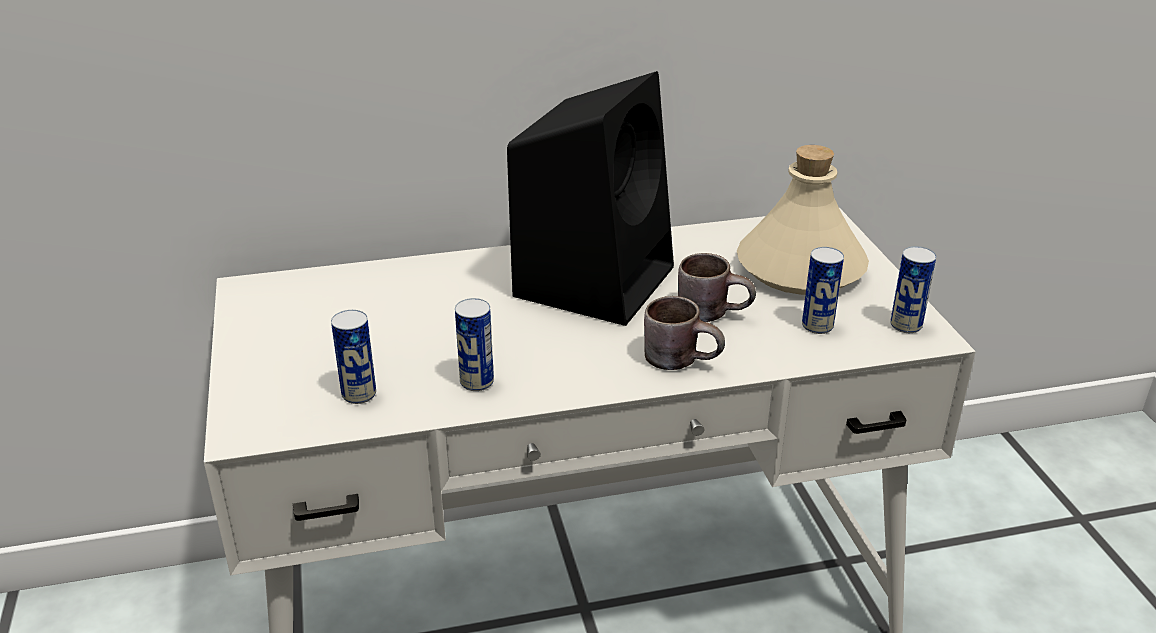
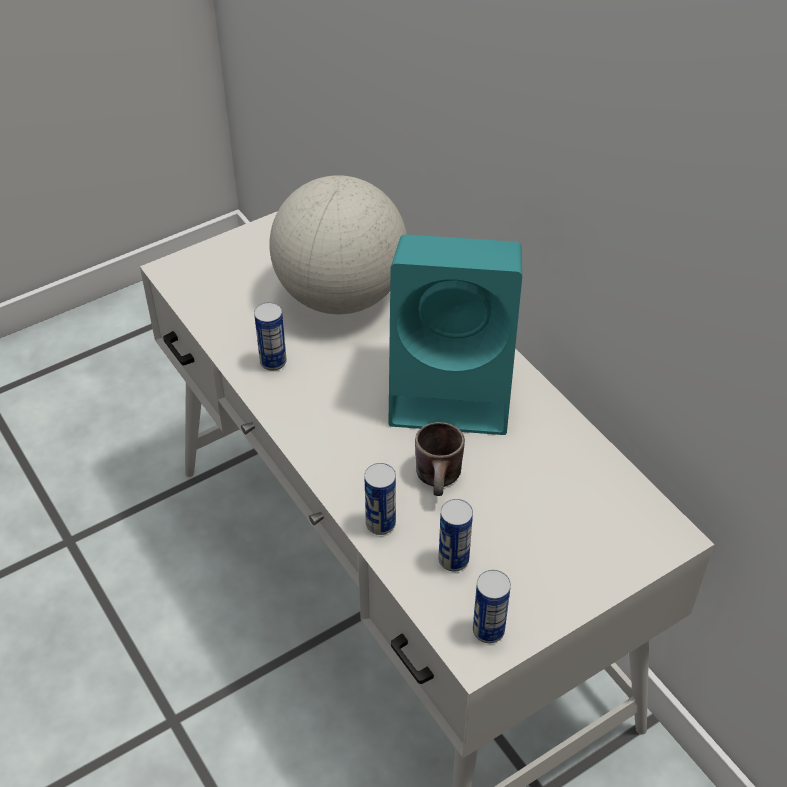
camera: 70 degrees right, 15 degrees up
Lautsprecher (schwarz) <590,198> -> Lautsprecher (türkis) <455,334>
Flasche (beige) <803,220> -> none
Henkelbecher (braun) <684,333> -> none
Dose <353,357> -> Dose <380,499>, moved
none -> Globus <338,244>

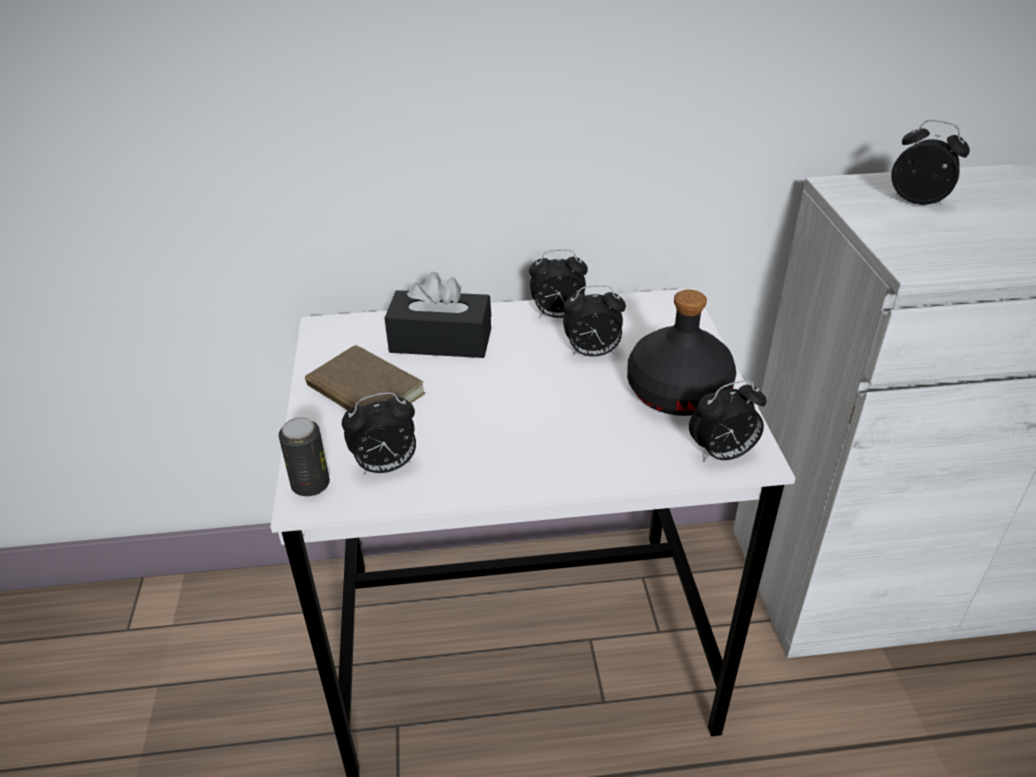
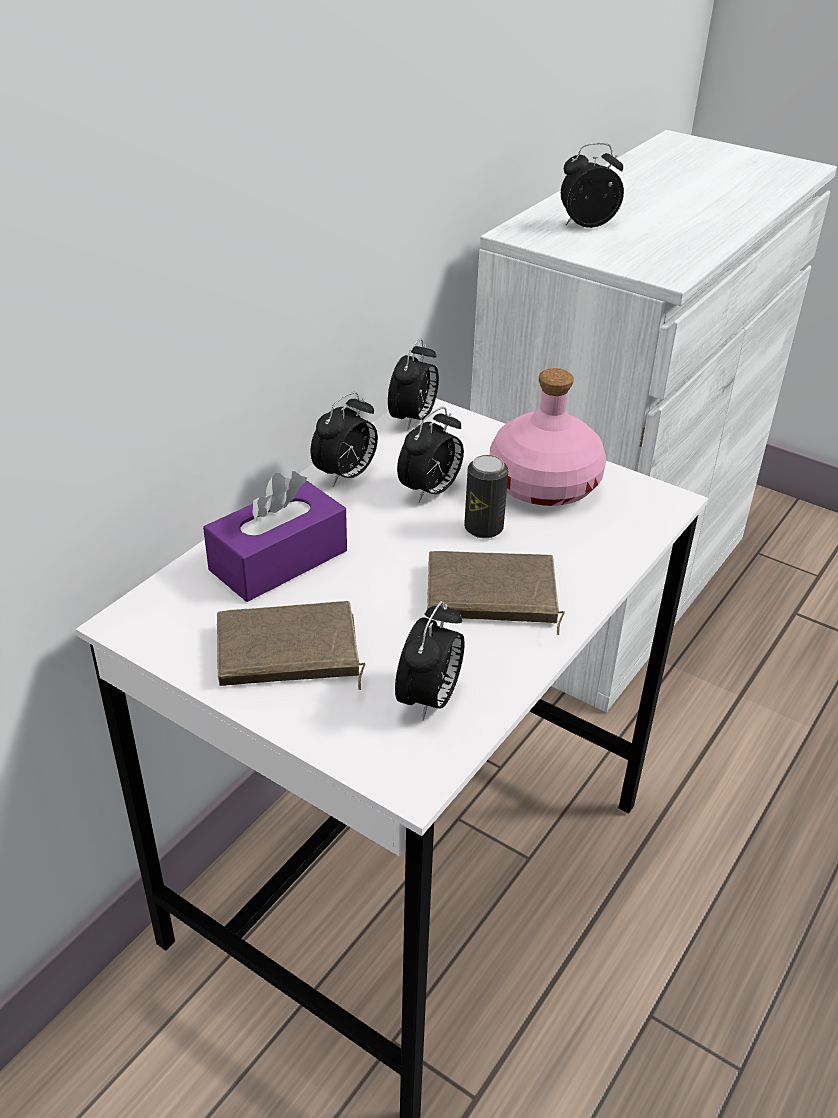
camera: 50 degrees left, 0 degrees up
Taschentuchbox (schwarz) <438,314> -> Taschentuchbox (lila) <275,536>
Flasche (schwarz) <681,352> -> Flasche (rosa) <548,437>
Wecker <728,421> -> Wecker <413,384>, moved
Dose <304,456> -> Dose <486,496>, moved
none -> Buch (braun) <496,593>

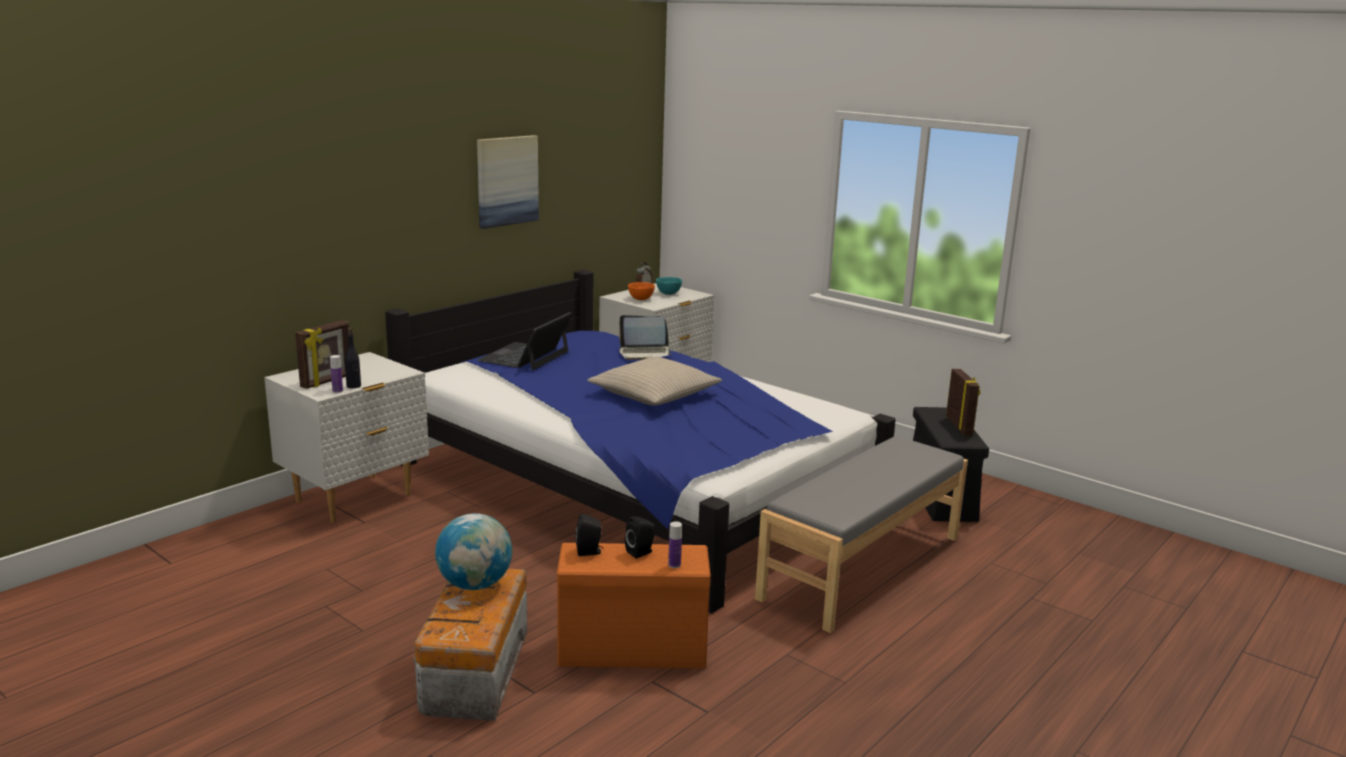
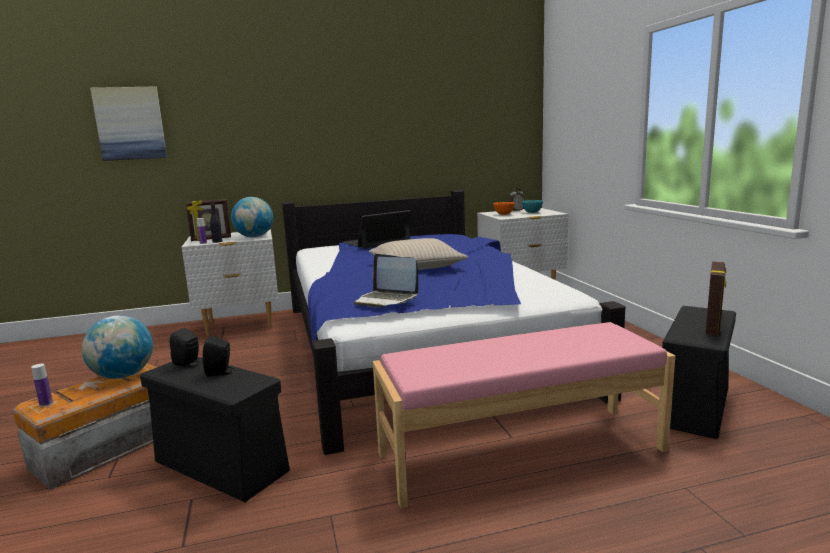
camera: 35 degrees right, 5 degrees down
Bild <508,182> -> Bild <128,124>, moved
Laptop <645,337> -> Laptop <386,280>, moved
Bank (grau) <861,534> -> Bank (rosa) <524,415>
Flasche <675,545> -> Flasche <42,385>, moved
Aufbewahrungsbox (orange) <634,606> -> Aufbewahrungsbox (schwarz) <215,429>
none -> Globus <252,217>

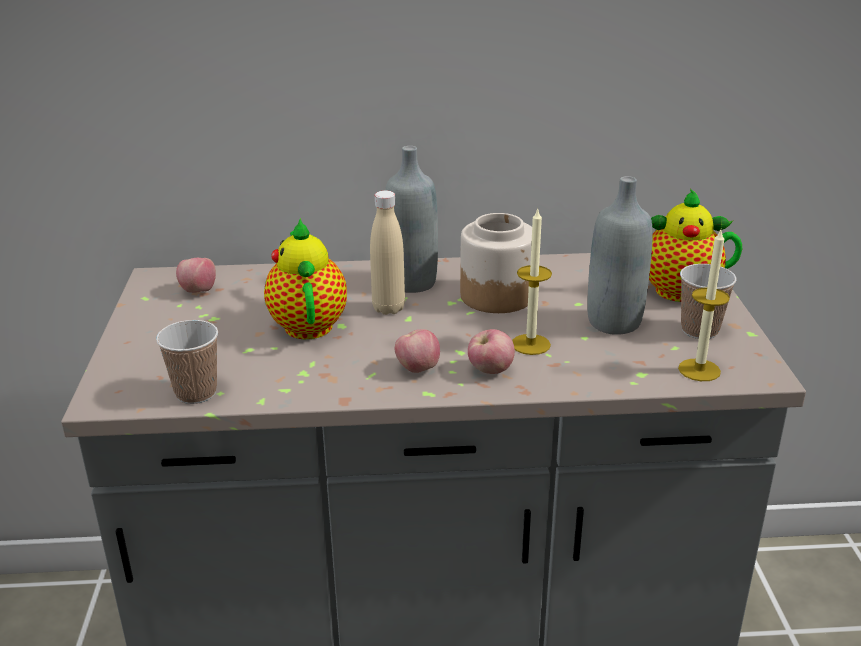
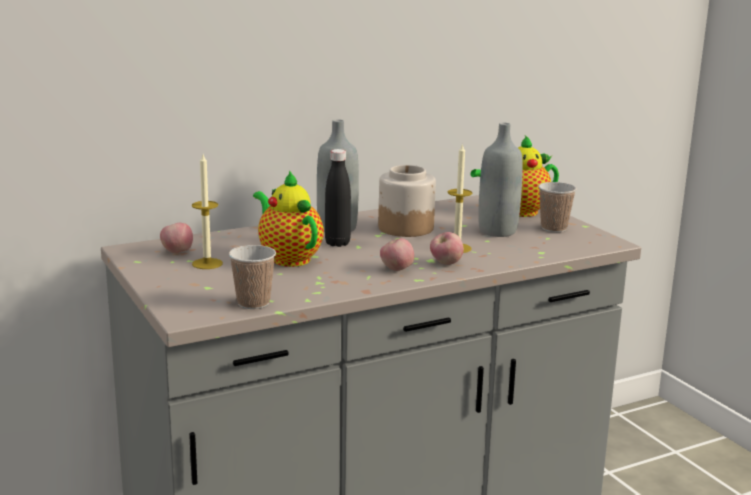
camera: 25 degrees left, 10 degrees down
Flasche (beige) <387,252> -> Flasche (schwarz) <338,198>
Kerze <704,305> -> Kerze <207,211>, moved

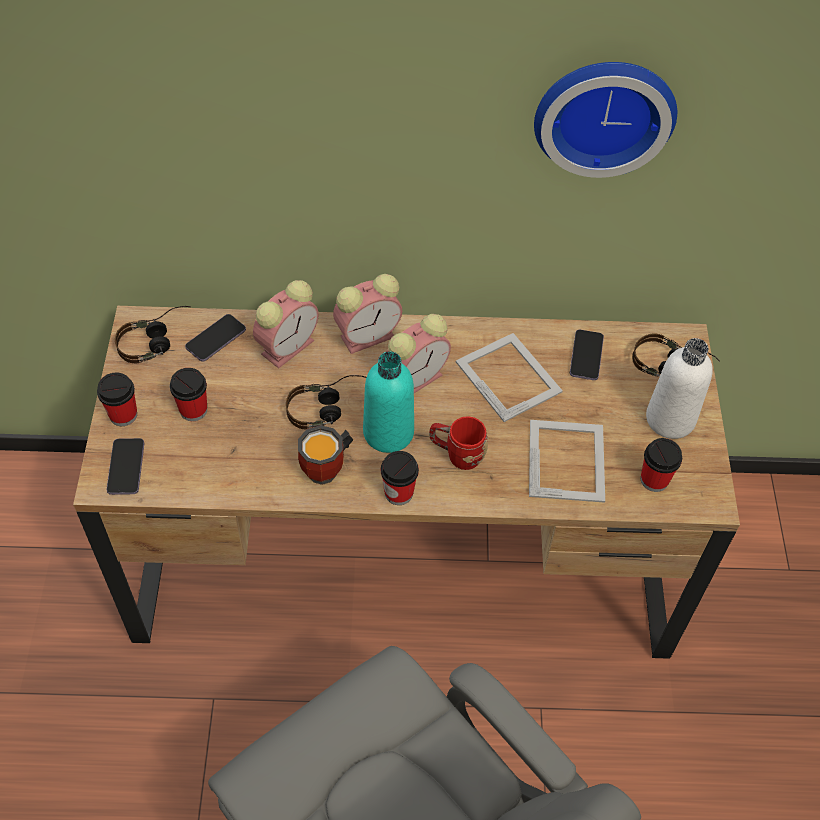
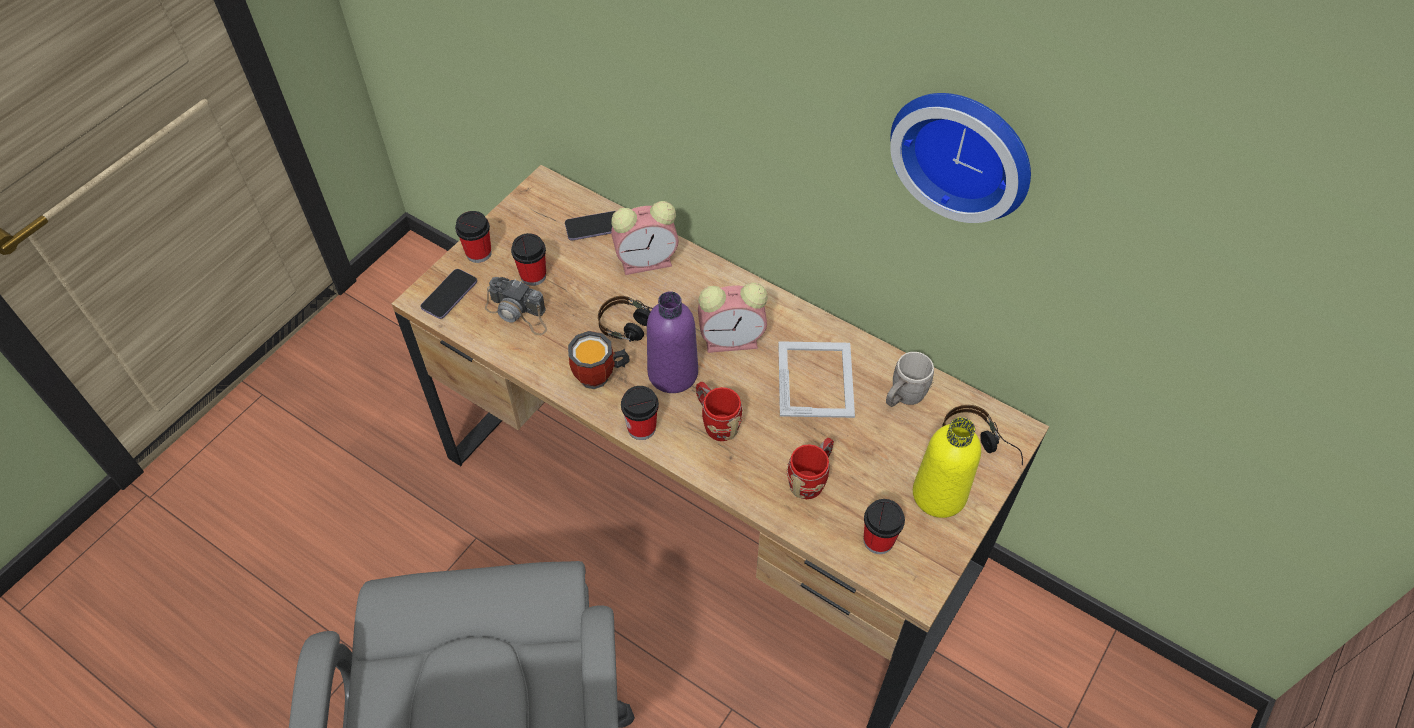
camera: 35 degrees right, 0 degrees up
Wecker <367,314> -> none
Kopfhörer <153,334> -> none
Handy <587,355> -> Henkelbecher (grau) <910,379>
Flasche (weiß) <679,388> -> Flasche (gelb) <947,467>
Flasche (türkis) <388,402> -> Flasche (lila) <672,342>
Bilderrahmen <567,461> -> Henkelbecher (rot) <810,468>
none -> Kamera <516,306>

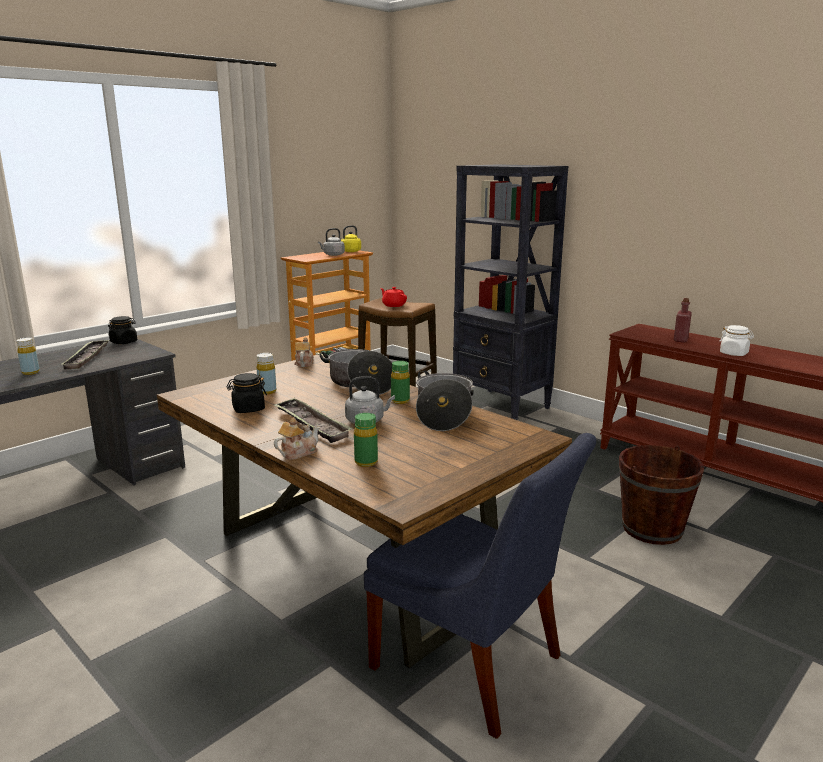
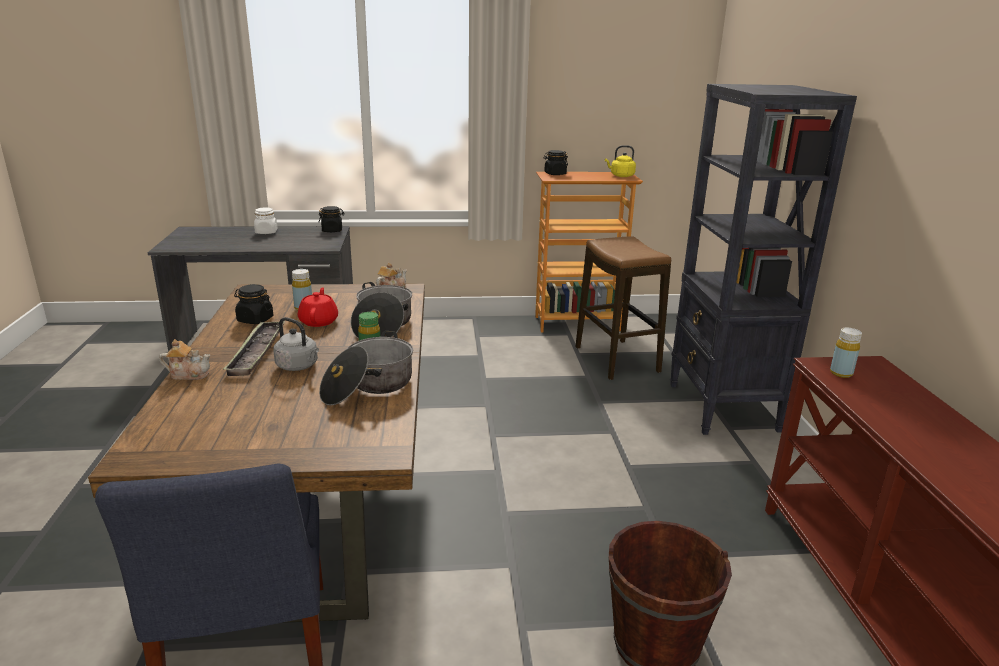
camera: 40 degrees right, 5 degrees up
Wasserkessel (grau) <331,242> -> none
Teekanne (rot) <393,297> -> Teekanne (rot) <318,307>, moved
Flasche (rot) <683,320> -> none
Vorratsglas (weiß) <737,340> -> Vorratsglas (weiß) <265,220>, moved
Flasche (gelb) <28,356> -> Flasche (gelb) <846,353>, moved
Tablett <85,355> -> none
Flasche (grün) <366,440> -> none
none -> Vorratsglas (schwarz) <555,162>

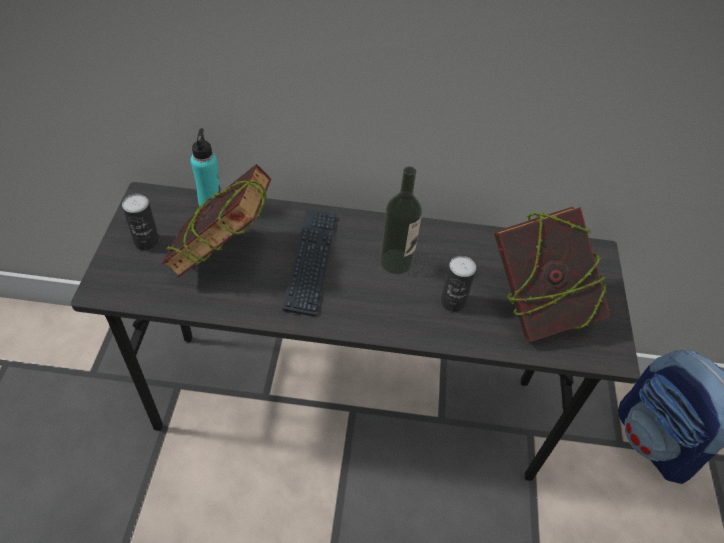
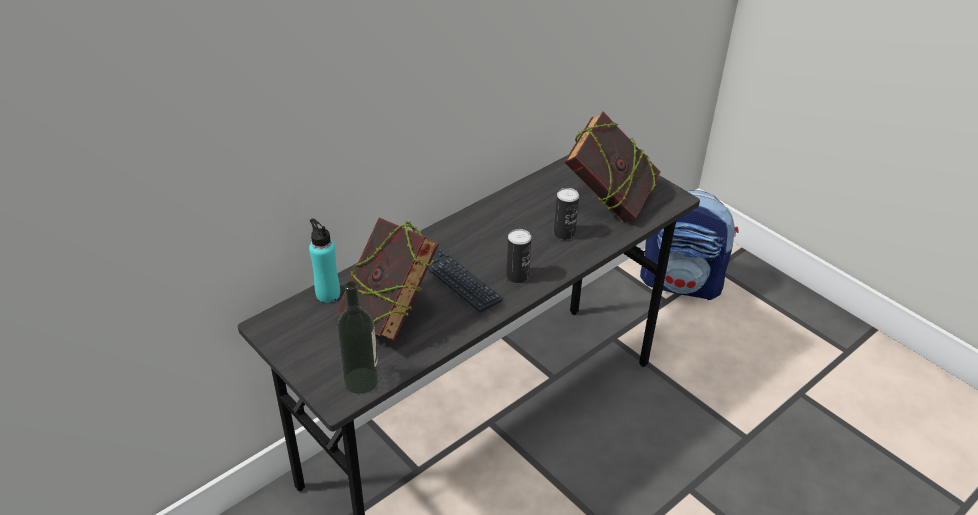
camera: 45 degrees left, 10 degrees down
Flasche <401,220> -> Flasche <358,337>, moved
Dose <140,222> -> Dose <519,256>, moved

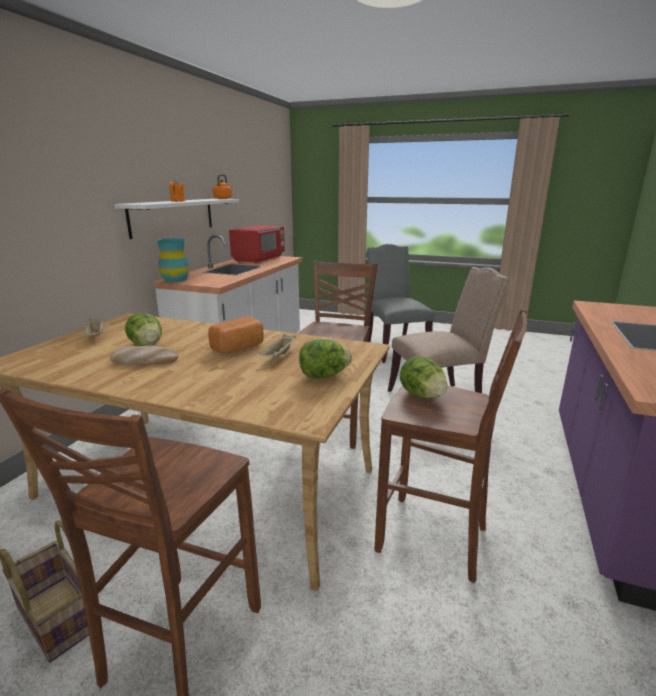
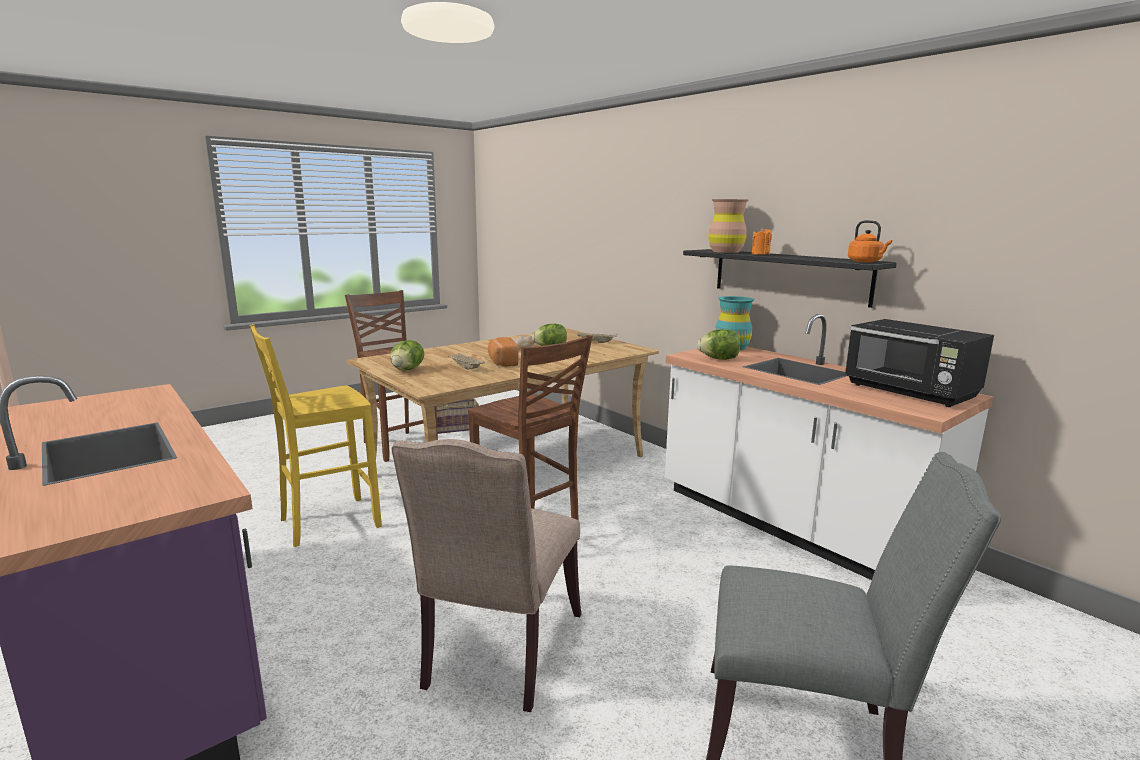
camera: 120 degrees right, 5 degrees down
Wandregal (weiß) <176,219> -> Wandregal (schwarz) <790,278>
Mikrowelle (rot) <257,244> -> Mikrowelle (schwarz) <919,363>
Hocker (braun) <451,446> -> Hocker (gelb) <316,435>
Salatkopf <424,377> -> Salatkopf <719,344>, moved
none -> Vase (braun) <728,226>

